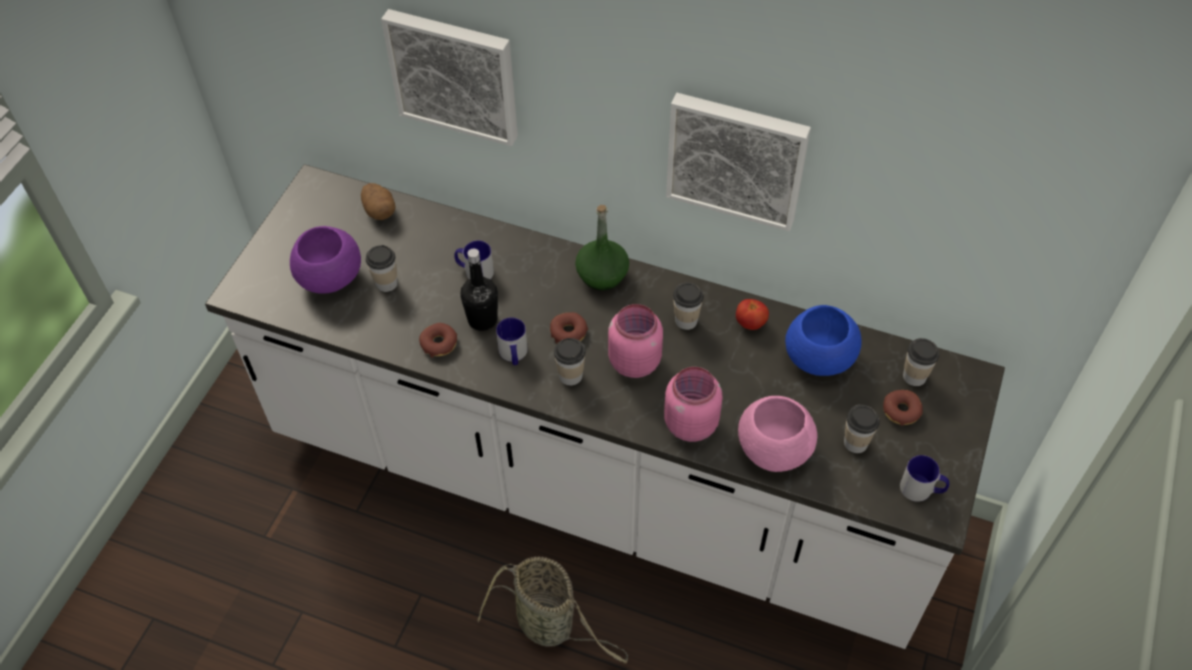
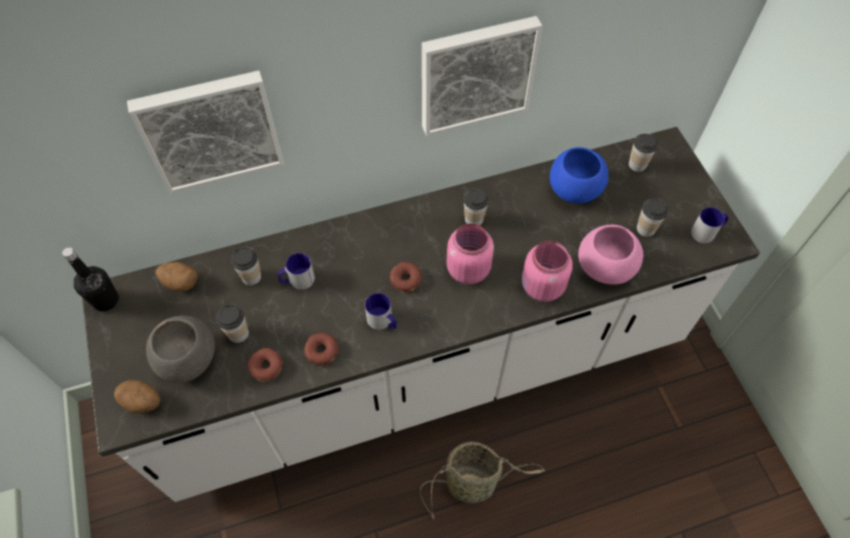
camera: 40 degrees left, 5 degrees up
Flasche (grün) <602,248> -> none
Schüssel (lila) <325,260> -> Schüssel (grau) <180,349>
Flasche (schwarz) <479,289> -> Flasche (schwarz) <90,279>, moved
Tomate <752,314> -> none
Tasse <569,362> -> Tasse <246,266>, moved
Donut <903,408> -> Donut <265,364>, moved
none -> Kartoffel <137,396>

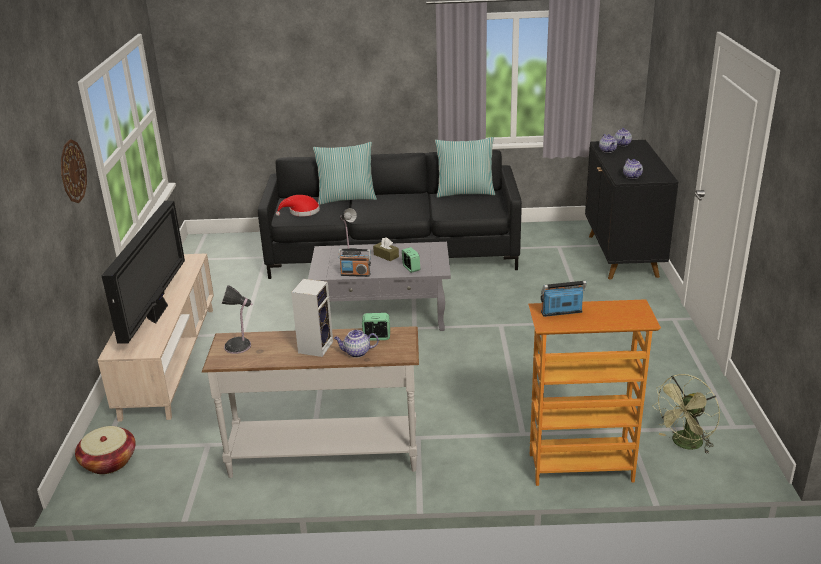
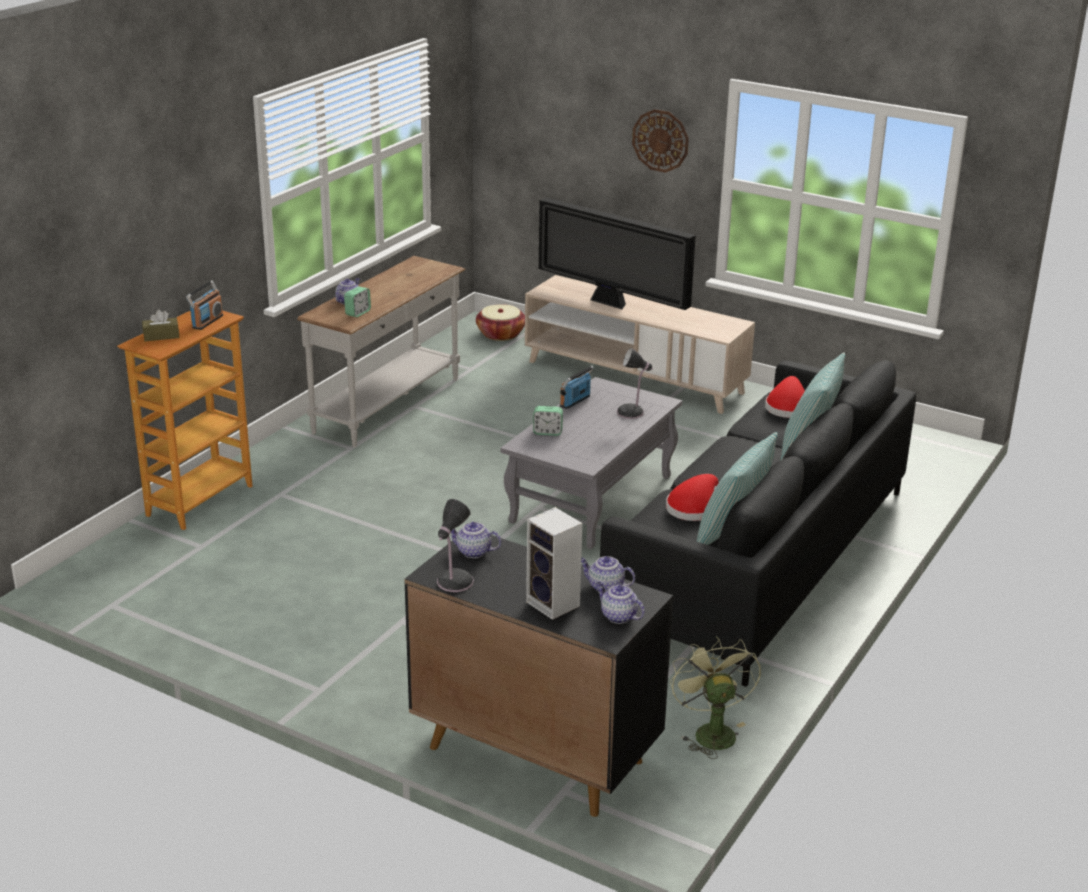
camera: 120 degrees right, 0 degrees up
Taschentuchbox (braun) <386,249> -> Taschentuchbox (braun) <160,325>, moved
Lautsprecher <312,318> -> Lautsprecher <554,563>, moved
Tischlampe <237,319> -> Tischlampe <455,545>, moved
Ventilator (grün) <686,414> -> Ventilator (grün) <715,697>, moved
none -> Hut (rot) <692,497>

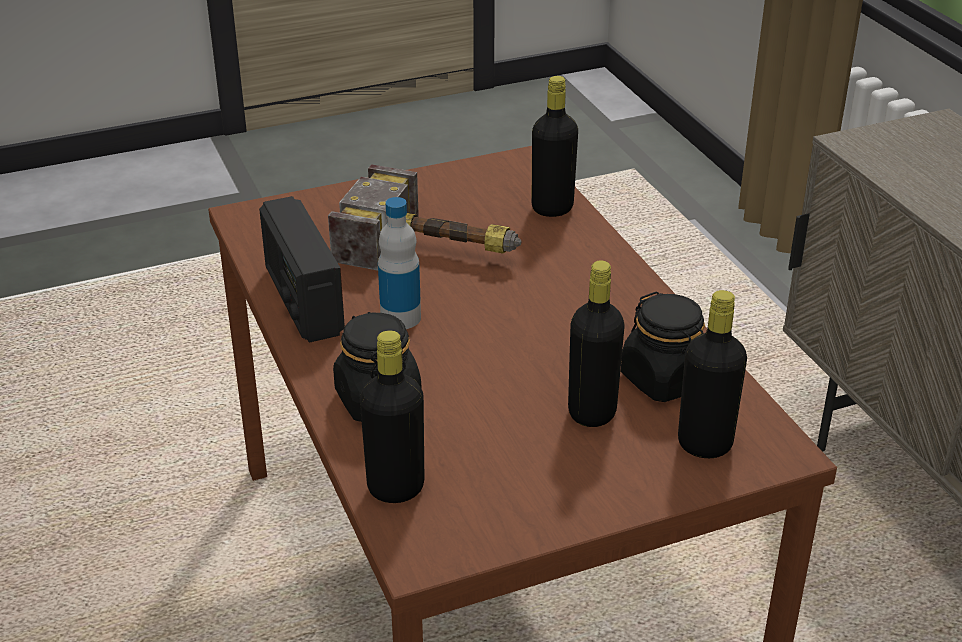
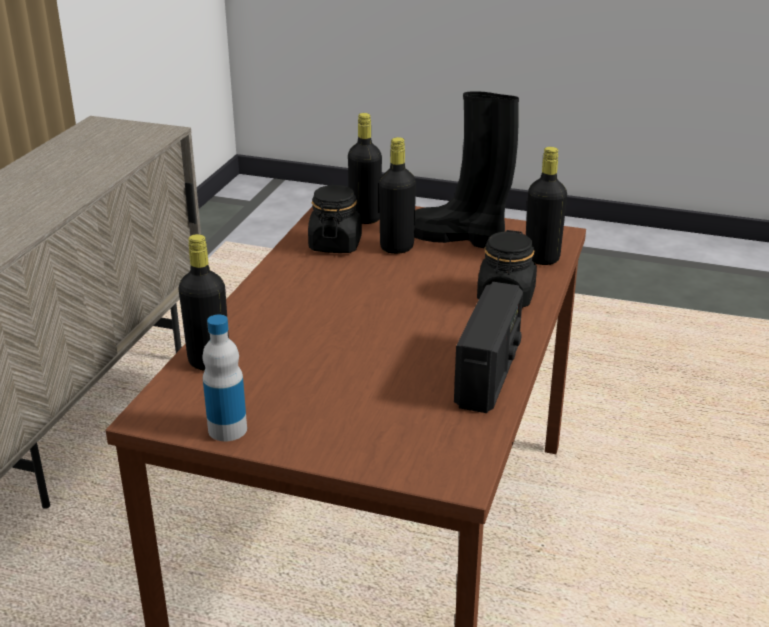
camera: 140 degrees left, 5 degrees down
Hammer <424,217> -> none
Flasche <399,263> -> Flasche <224,377>, moved
none -> Stiefel (schwarz) <466,169>

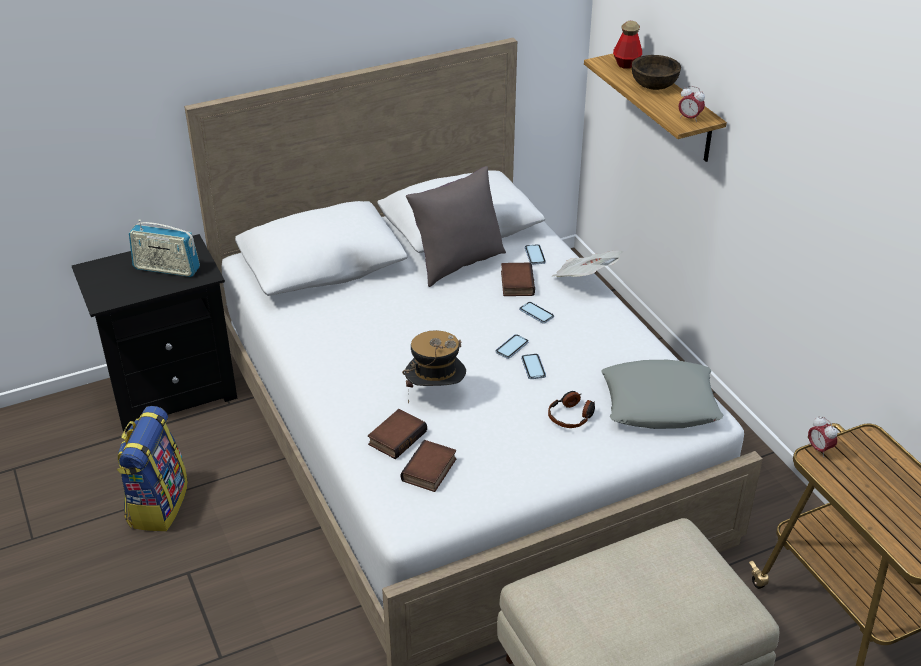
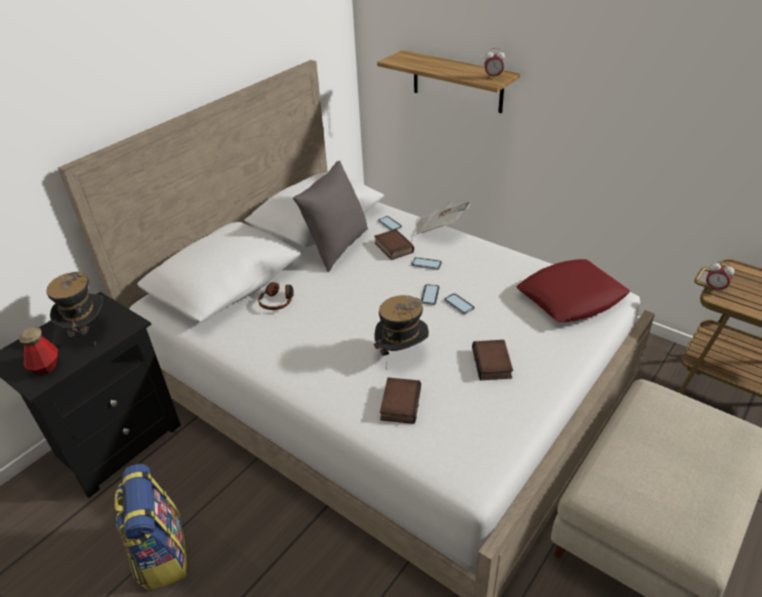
camera: 25 degrees left, 0 degrees up
Flasche <627,45> -> Flasche <38,351>, moved
Schüssel (braun) <656,72> -> none
Radio <164,248> -> Hut <75,308>
Kissen (grau) <662,394> -> Kissen (rot) <573,290>
Kopfhörer <571,409> -> Kopfhörer <276,296>, moved
Buch <428,466> -> Buch <492,360>, moved

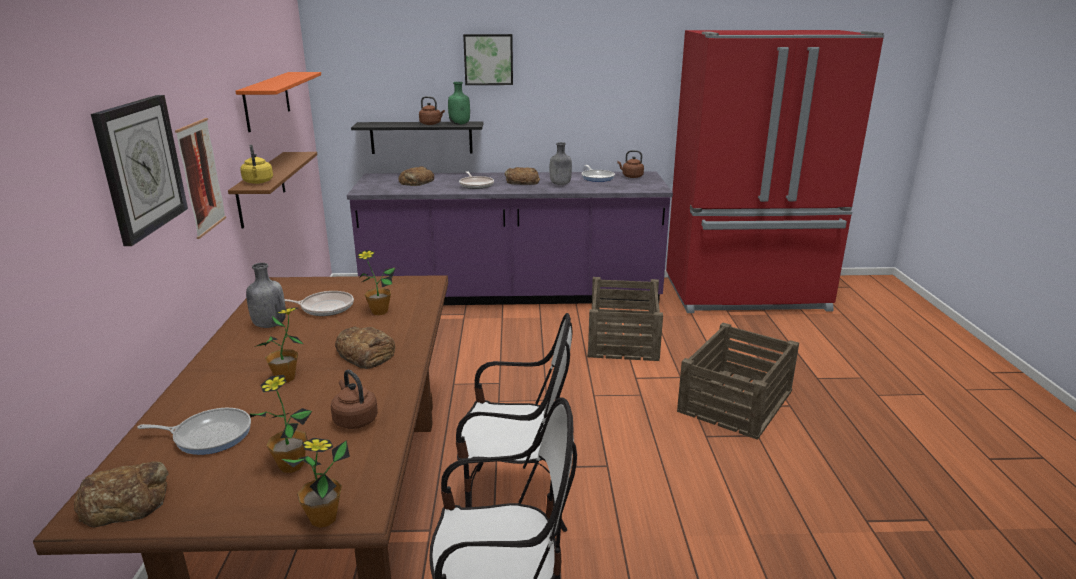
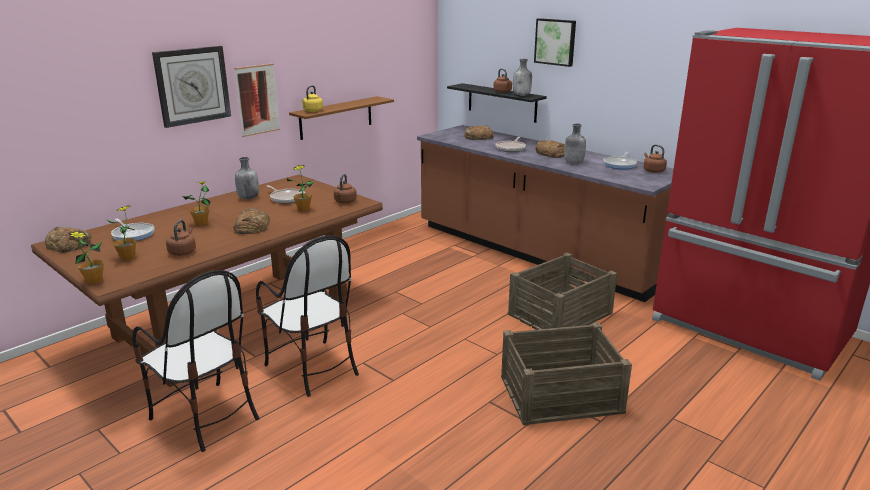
camera: 45 degrees right, 0 degrees up
Wandregal (orange) <278,102> -> none
Flasche (grün) <459,103> -> Flasche (grau) <522,77>
Küchenzeile (lila) <510,238> -> Küchenzeile (braun) <545,213>
none -> Wasserkessel (braun) <345,188>

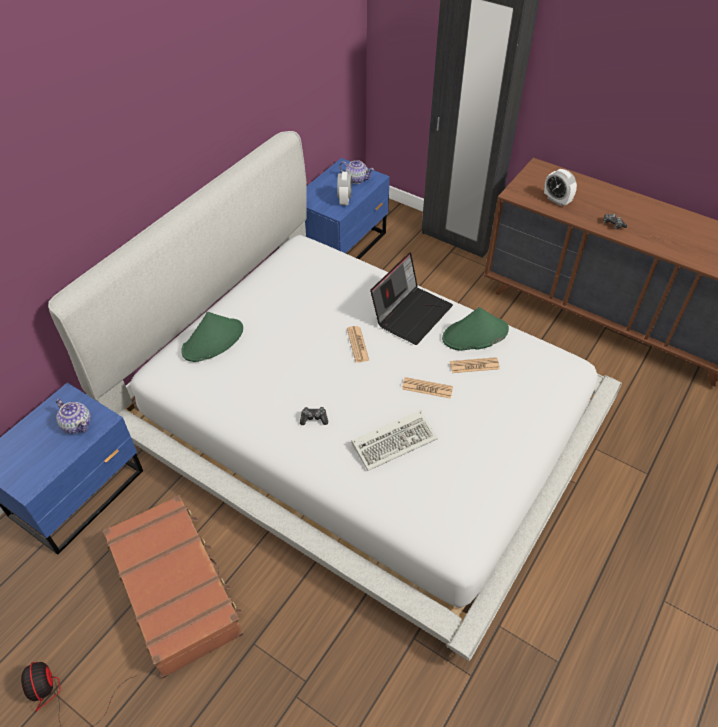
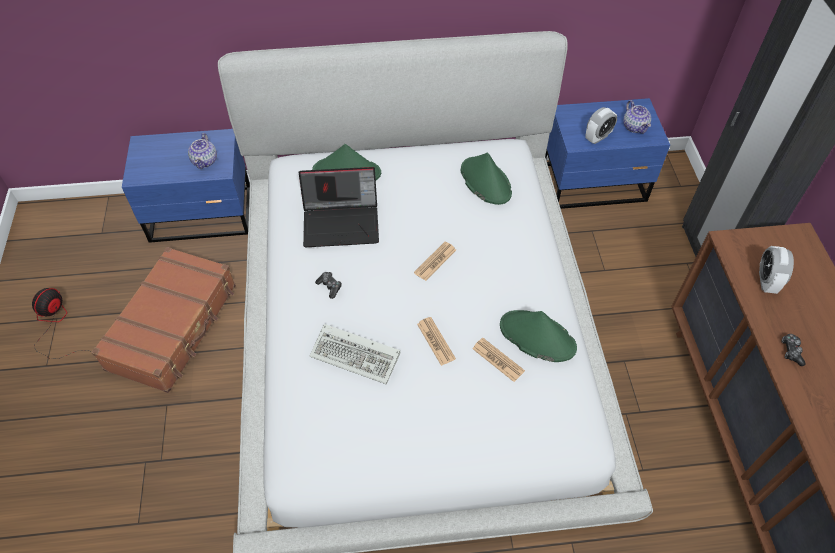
camera: 50 degrees right, 5 degrees up
Laptop <411,298> -> Laptop <338,207>, moved
none -> Hut (grün) <486,179>

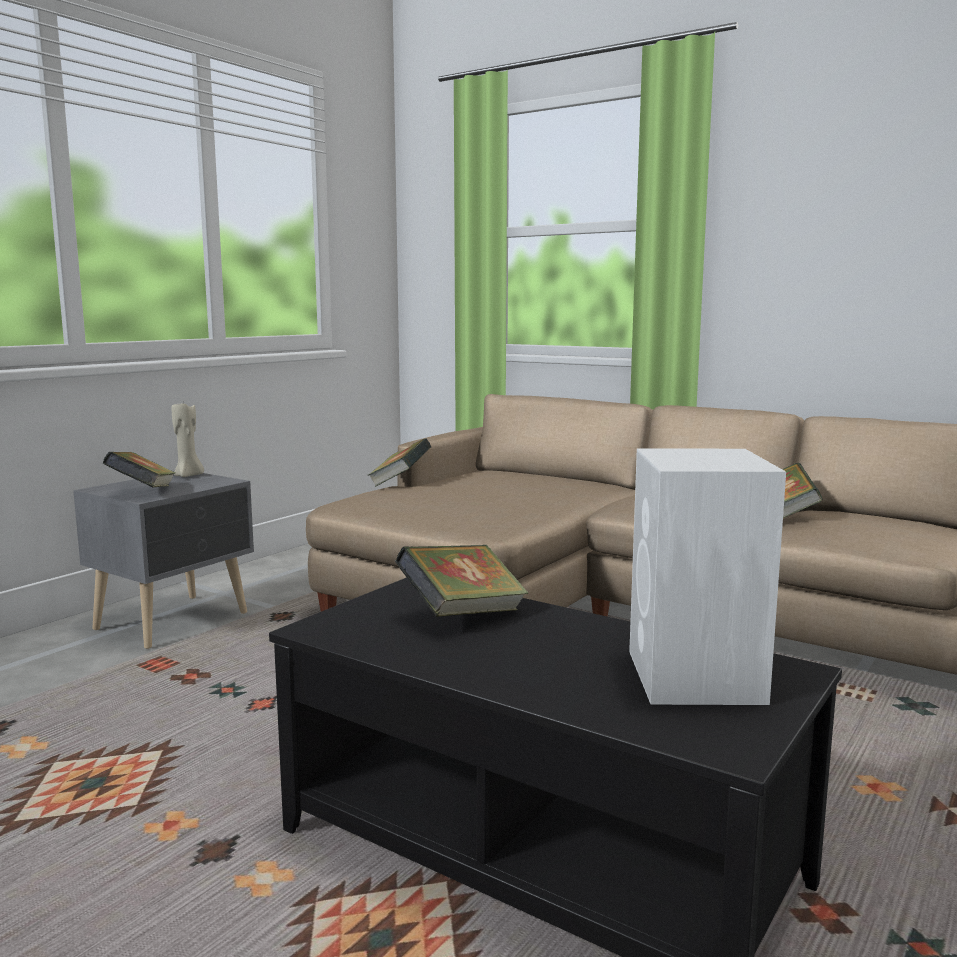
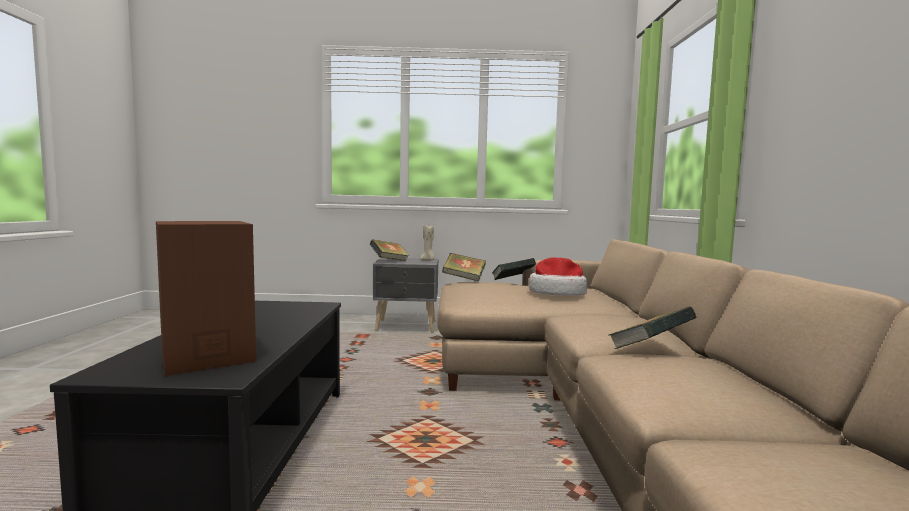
camera: 55 degrees right, 5 degrees down
Lautsprecher (weiß) <707,576> -> Lautsprecher (braun) <206,298>
Buch <461,581> -> Buch <464,267>, moved
none -> Hut <558,277>

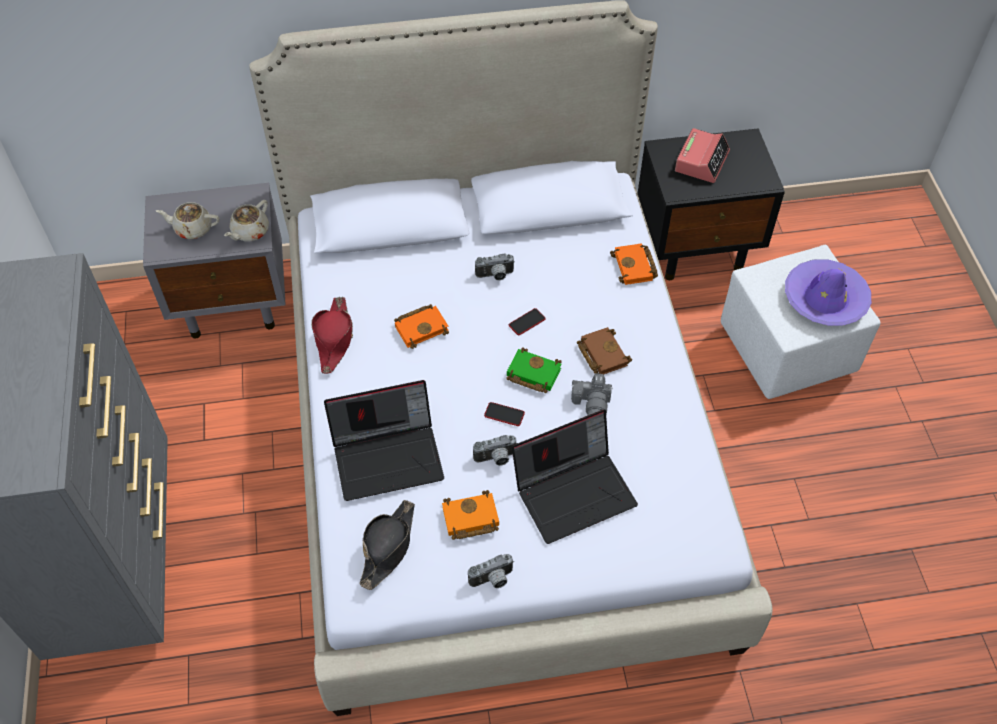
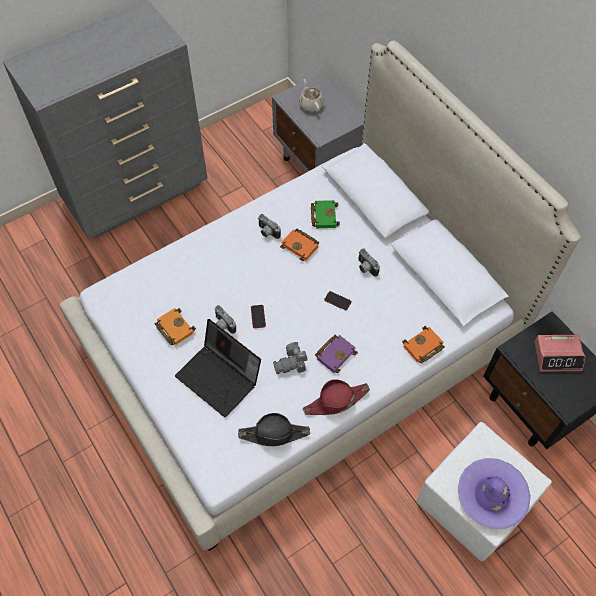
camera: 65 degrees right, 5 degrees up
Teekanne (beige) <246,220> -> none
Hut (rot) <332,335> -> Hut (rot) <336,397>, moved
Buch (braun) <604,350> -> Buch (lila) <336,354>
Buch (grün) <534,370> -> Buch (grün) <325,214>, moved
Laptop <384,440> -> none
Hut (schwarz) <387,545> -> Hut (schwarz) <274,429>, moved
Kamera <491,571> -> Kamera <269,226>, moved

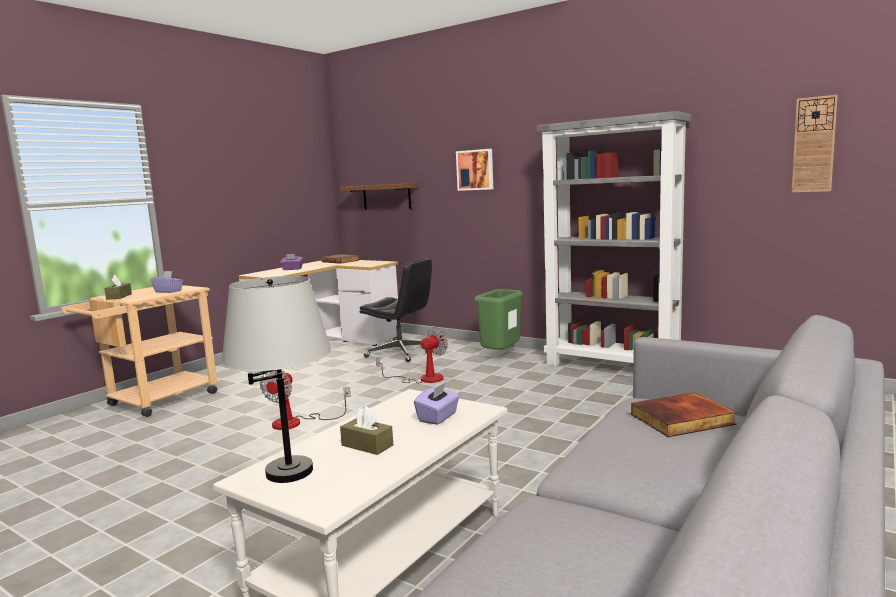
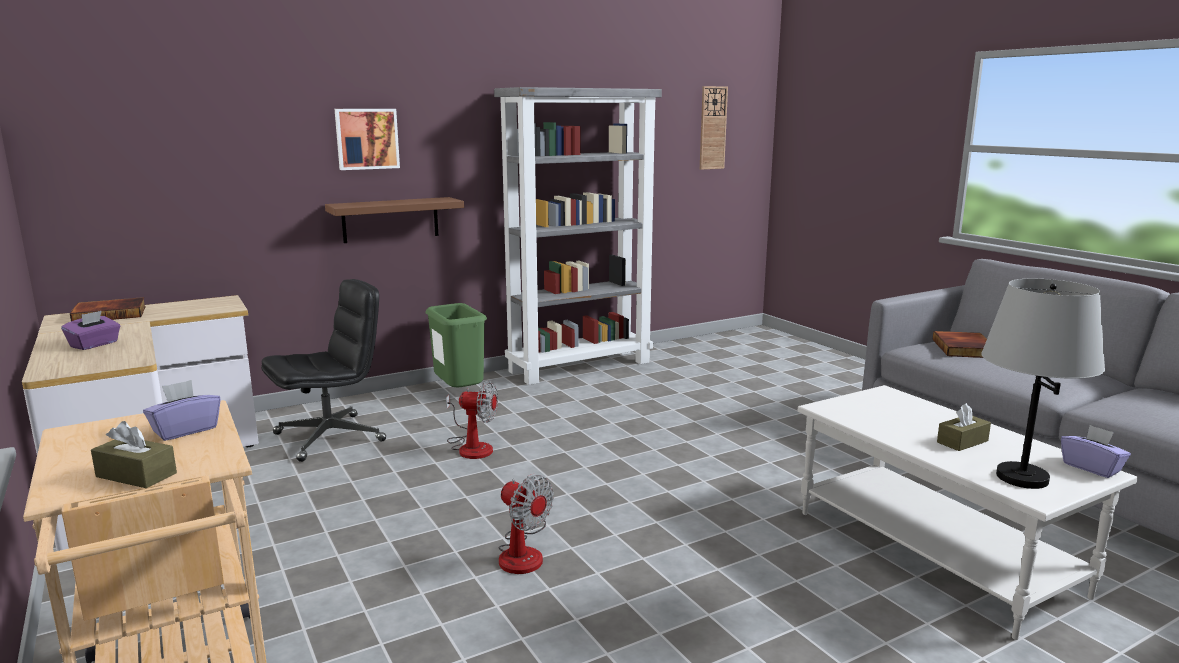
camera: 65 degrees left, 5 degrees up
Wandregal (braun) <378,196> -> Wandregal (braun) <394,220>, moved
Ventilator <412,355> -> Ventilator <472,420>, 120 degrees clockwise
Taschentuchbox (lila) <437,403> -> Taschentuchbox (lila) <1096,451>, moved

